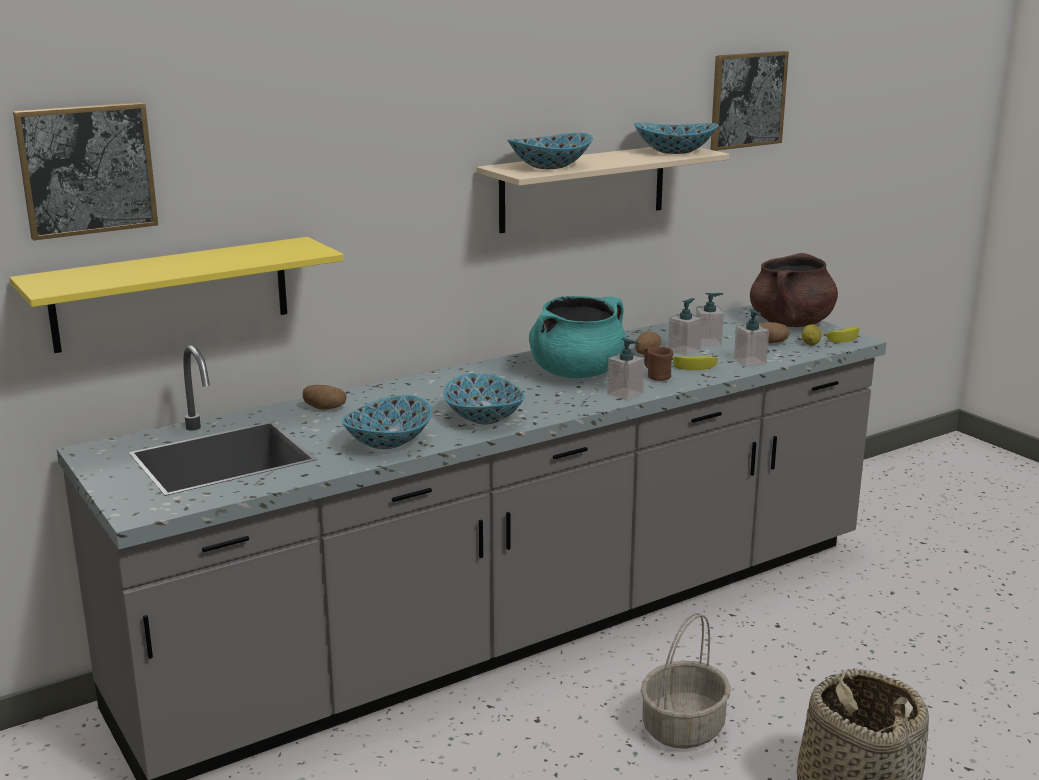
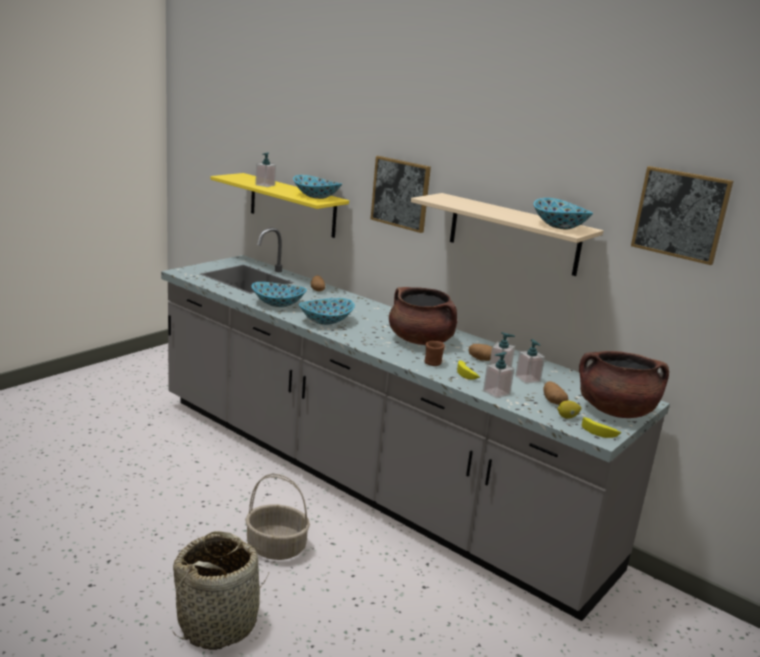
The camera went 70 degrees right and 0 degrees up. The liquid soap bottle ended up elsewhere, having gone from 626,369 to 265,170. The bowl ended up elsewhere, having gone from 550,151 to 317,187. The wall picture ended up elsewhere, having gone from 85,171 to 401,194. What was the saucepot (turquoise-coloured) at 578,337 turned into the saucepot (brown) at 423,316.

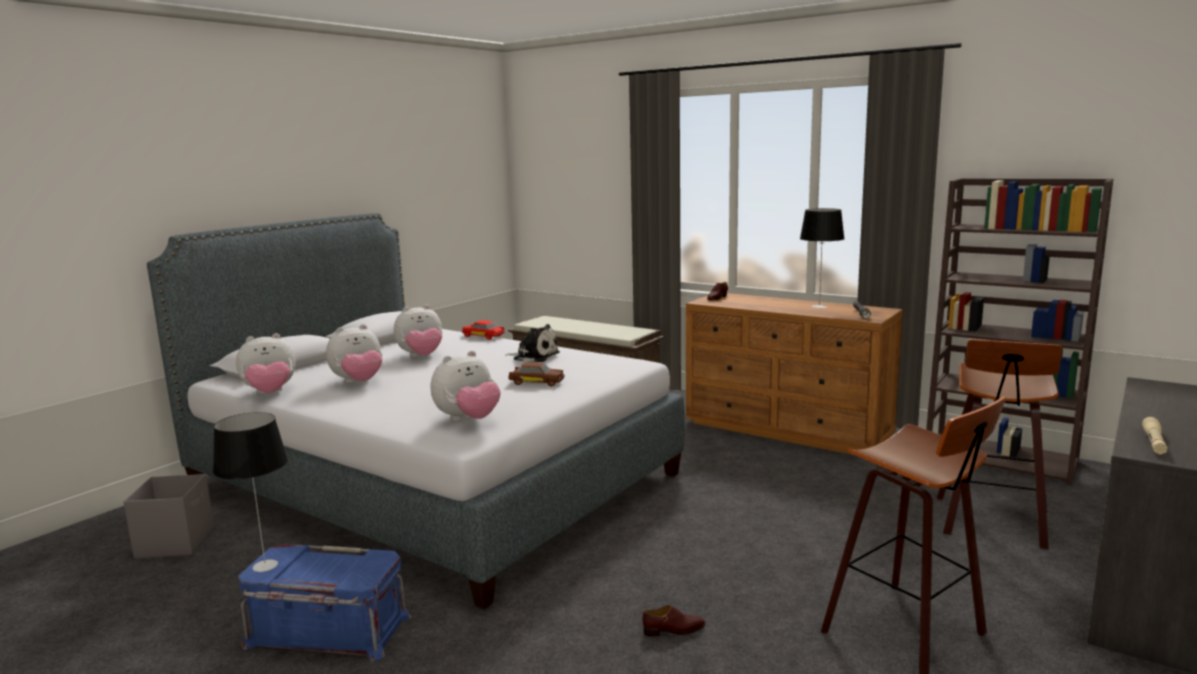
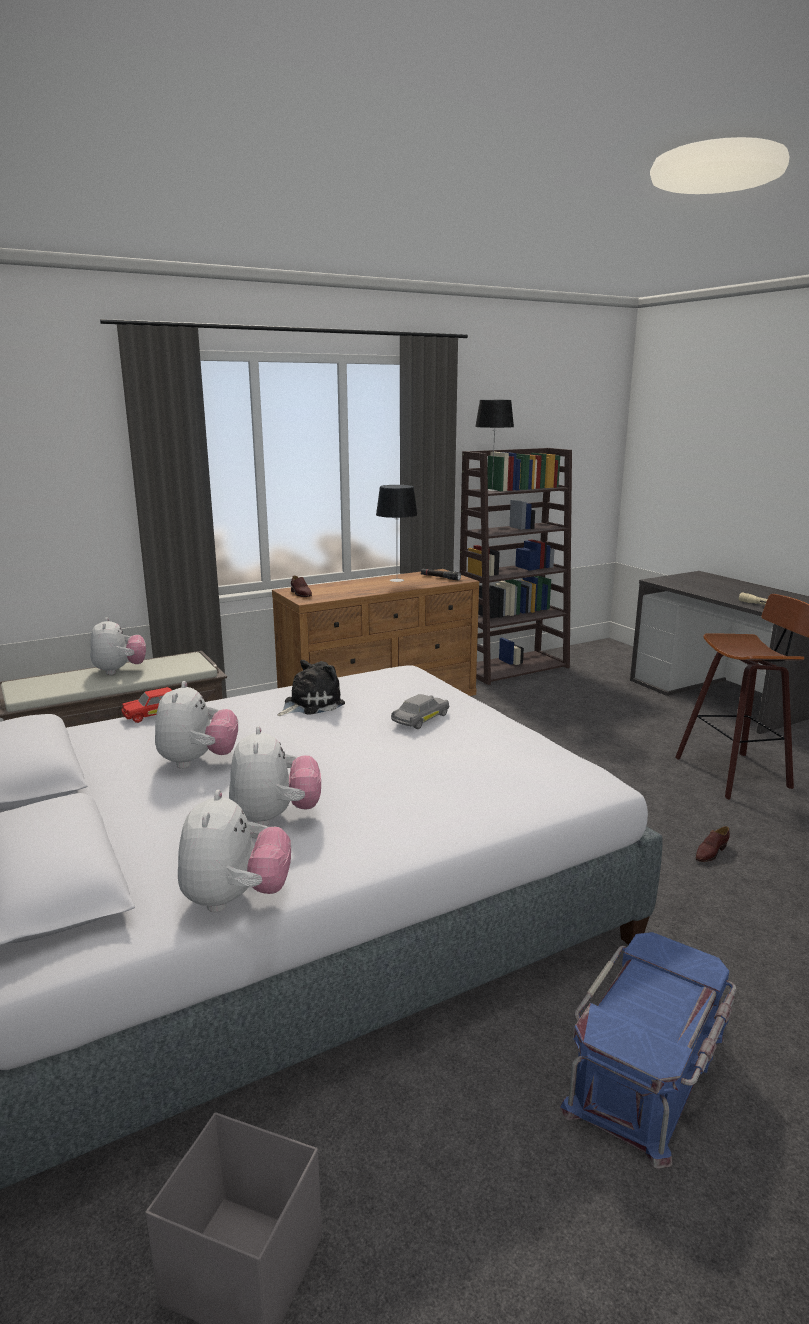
The camera went 65 degrees left and 5 degrees up. The plush toy ended up elsewhere, having gone from 465,386 to 118,646. What was the toy car (brown) at 536,374 turned into the toy car (gray) at 420,711. The lamp for a table ended up elsewhere, having gone from 250,492 to 494,445. The item of footwear (brown) at 674,621 ended up facing another way, 150 degrees counterclockwise from before. The second view lost the stool seat at 999,444.

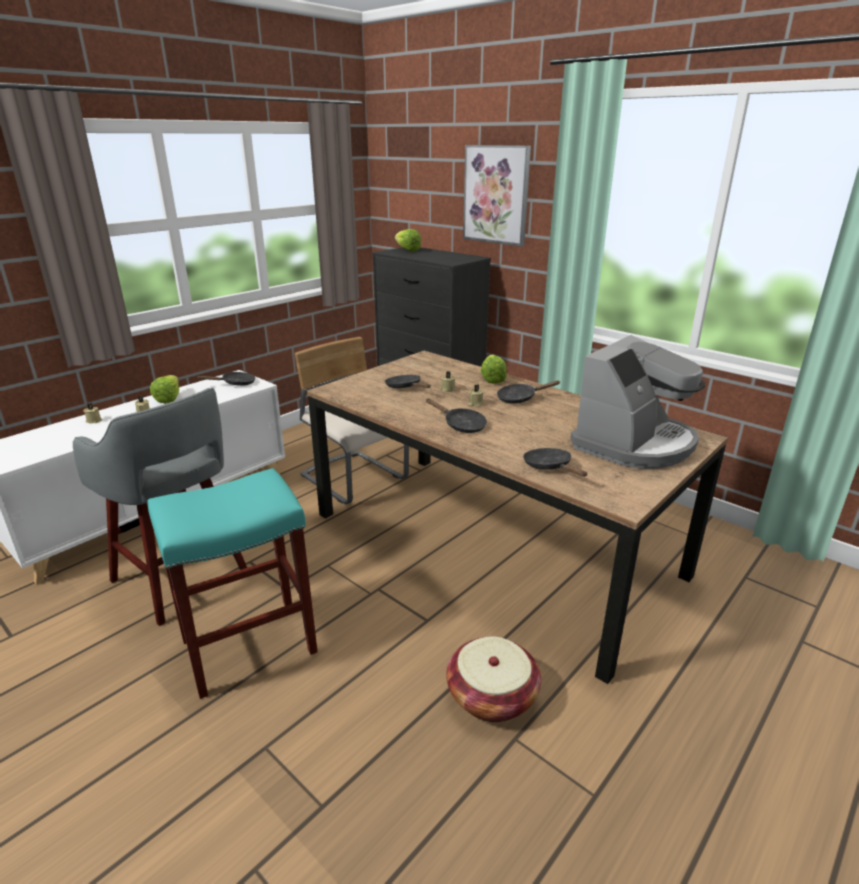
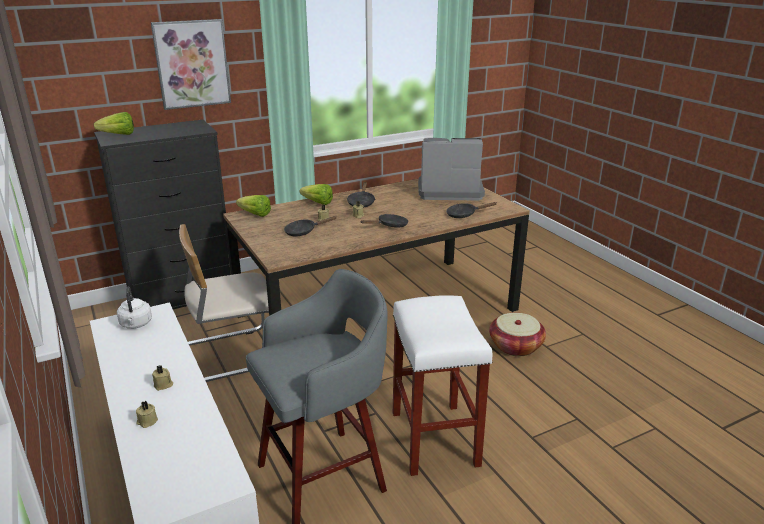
The camera went 70 degrees left and 0 degrees up. Where the skillet (black-coloured) stood at 227,379, the tea kettle (white) came to stand at 134,308. The lettuce ended up elsewhere, having gone from 164,389 to 253,206. What was the stool seat (turquoise-coloured) at 232,583 turned into the stool seat (white) at 442,385. The coffee machine at 637,402 ended up facing another way, 60 degrees counterclockwise from before.

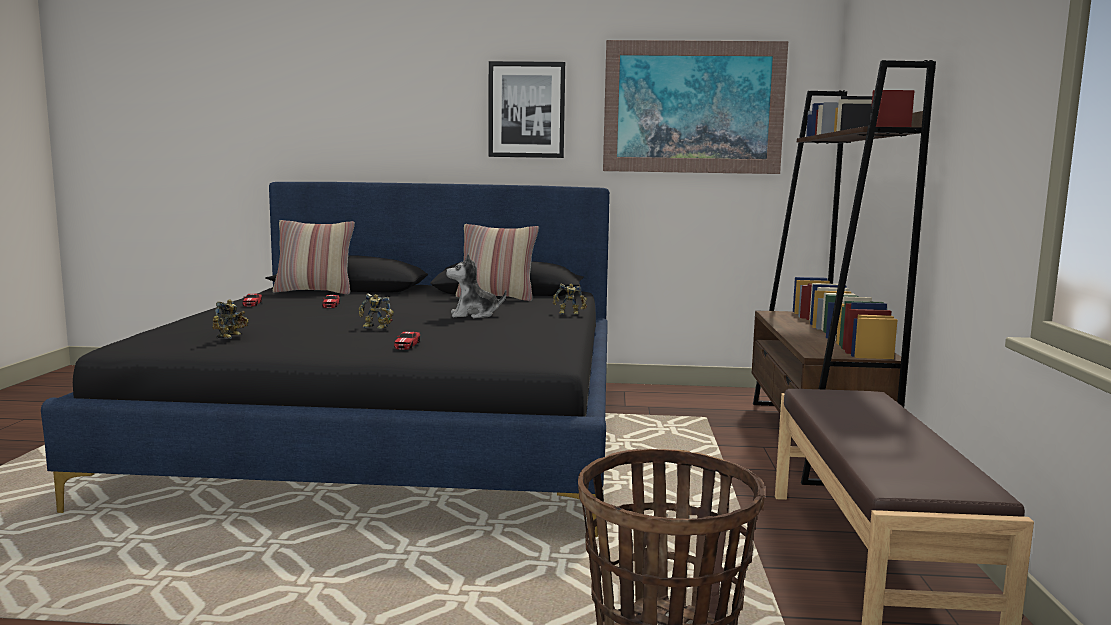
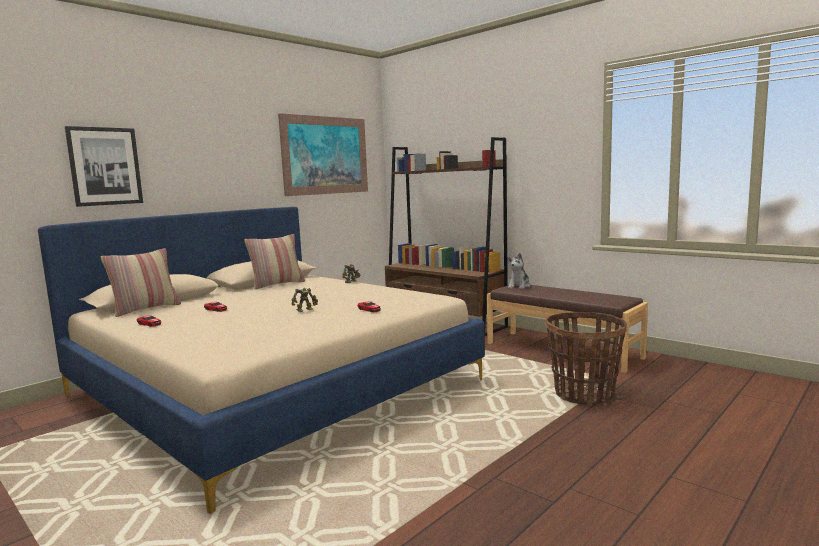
The camera went 50 degrees left and 0 degrees up. What was the bedroom bed (black-coloured) at 325,359 turned into the bedroom bed (beige-coloured) at 261,360. The wall picture ended up elsewhere, having gone from 526,109 to 104,166. The plush toy ended up elsewhere, having gone from 476,286 to 518,271. The second view lost the model robot at 230,319.

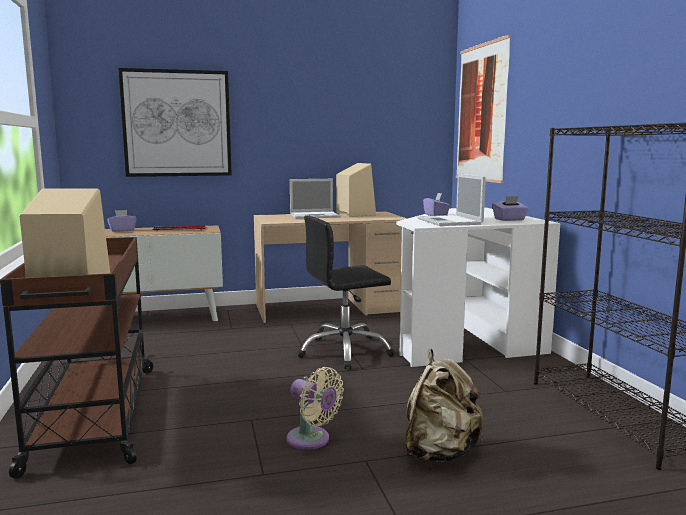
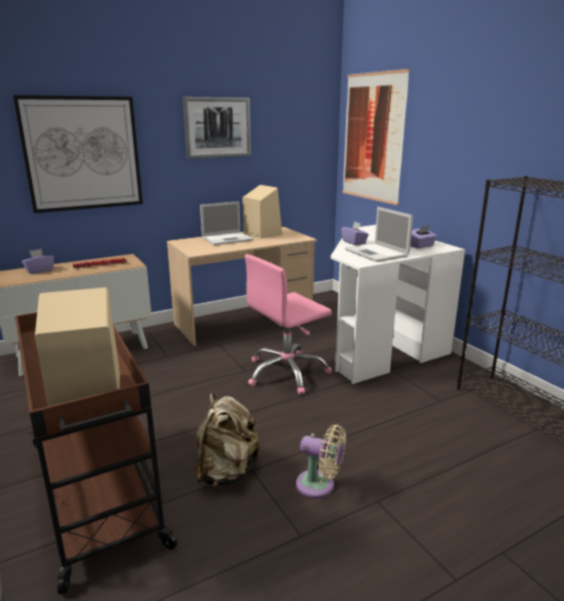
The camera went 15 degrees left and 10 degrees up. The second view gained the wall picture at 217,128. The knapsack (beige-coloured) ended up elsewhere, having gone from 444,405 to 228,440. What was the desk chair (black-coloured) at 346,292 turned into the desk chair (pink-coloured) at 288,324.

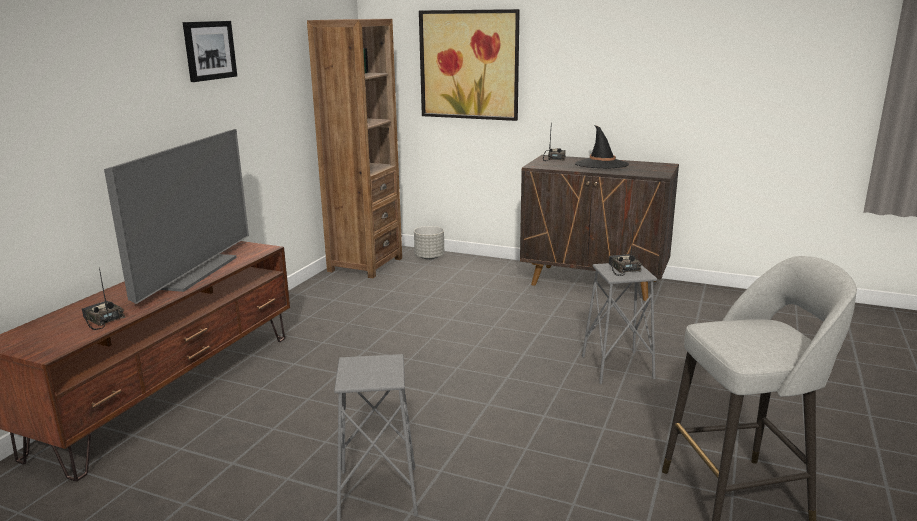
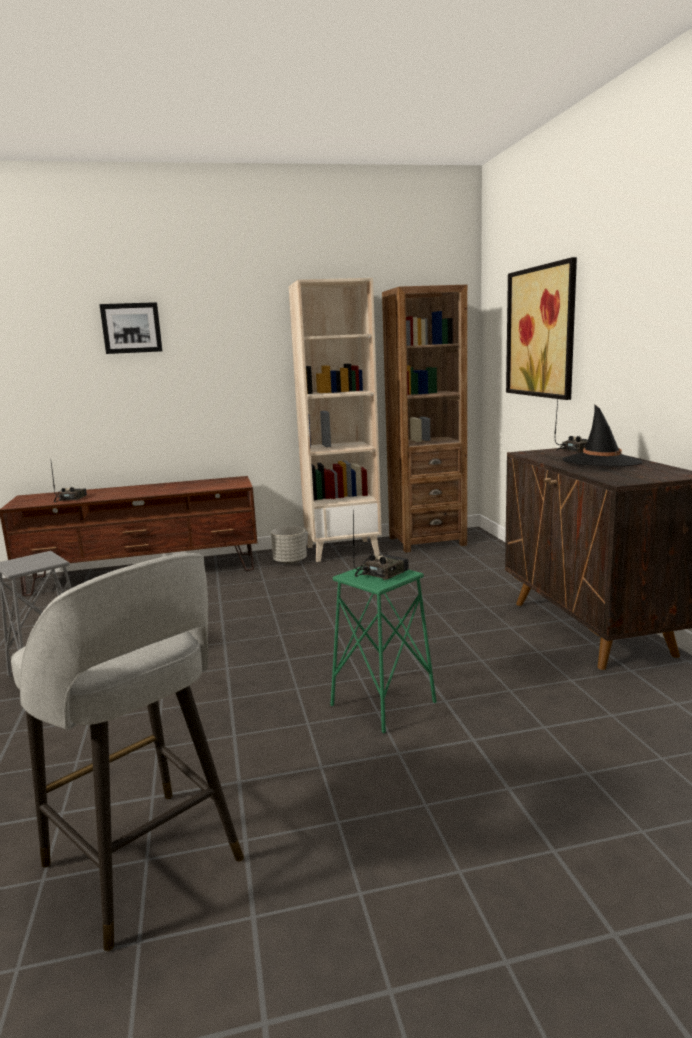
The camera went 55 degrees right and 5 degrees down. The wall picture ended up elsewhere, having gone from 210,51 to 131,328. The plant pot (gray) ended up elsewhere, having gone from 429,243 to 289,545. The second view gained the shelving unit (beige-coloured) at 335,420. What was the stool seat (gray) at 619,323 turned into the stool seat (green) at 384,650. The second view lost the television at 176,216.

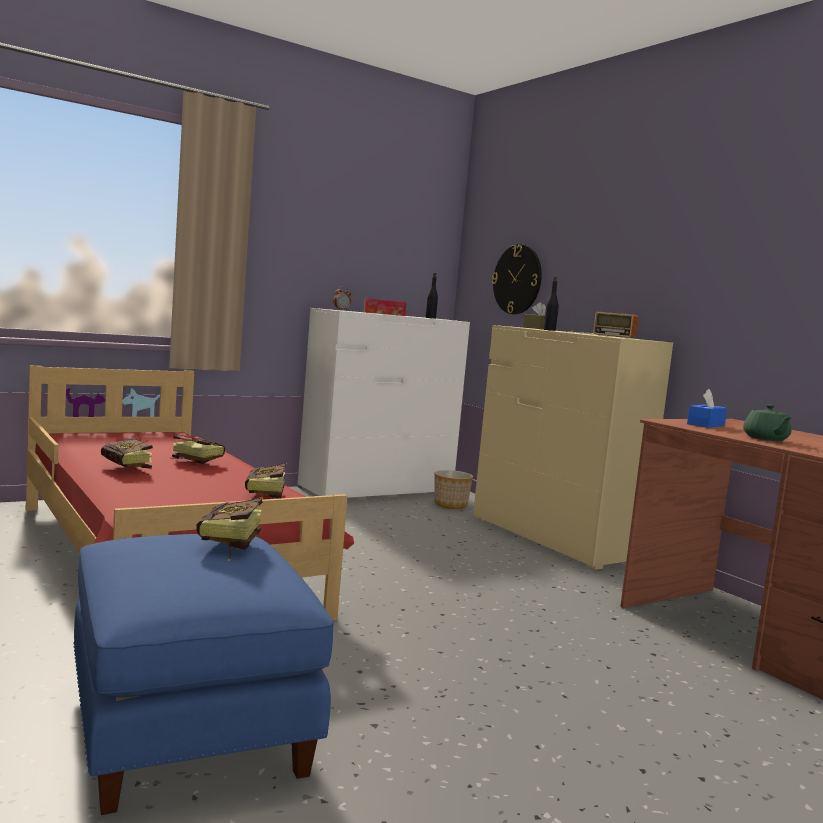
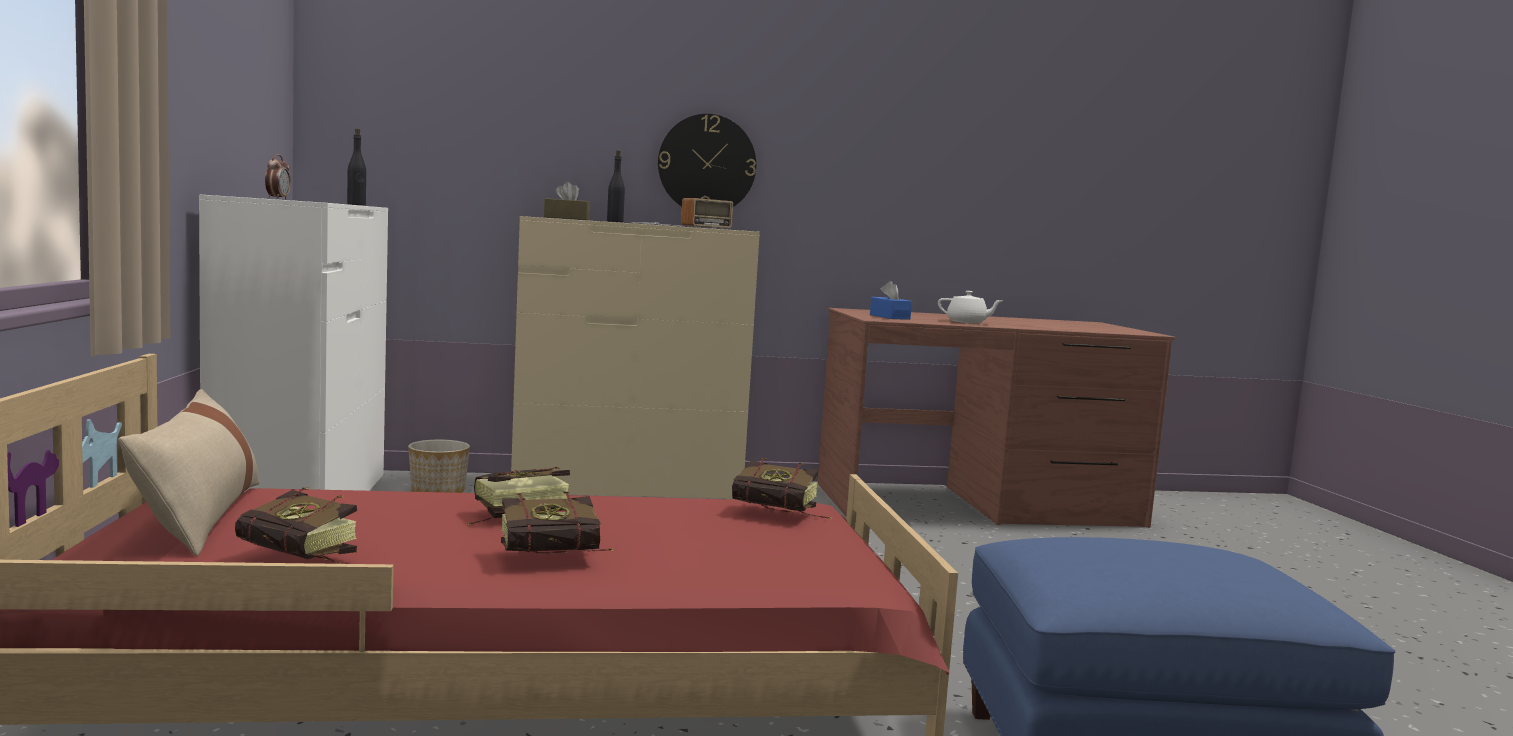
The camera went 65 degrees left and 0 degrees up. The second view gained the cushion (beige-coloured) at 189,472. The volume ended up elsewhere, having gone from 230,529 to 296,525. The clock on the wall ended up elsewhere, having gone from 517,279 to 707,160. What was the tea pot (green) at 767,423 turned into the tea pot (white) at 971,307. The second view lost the tissue box at 385,307.

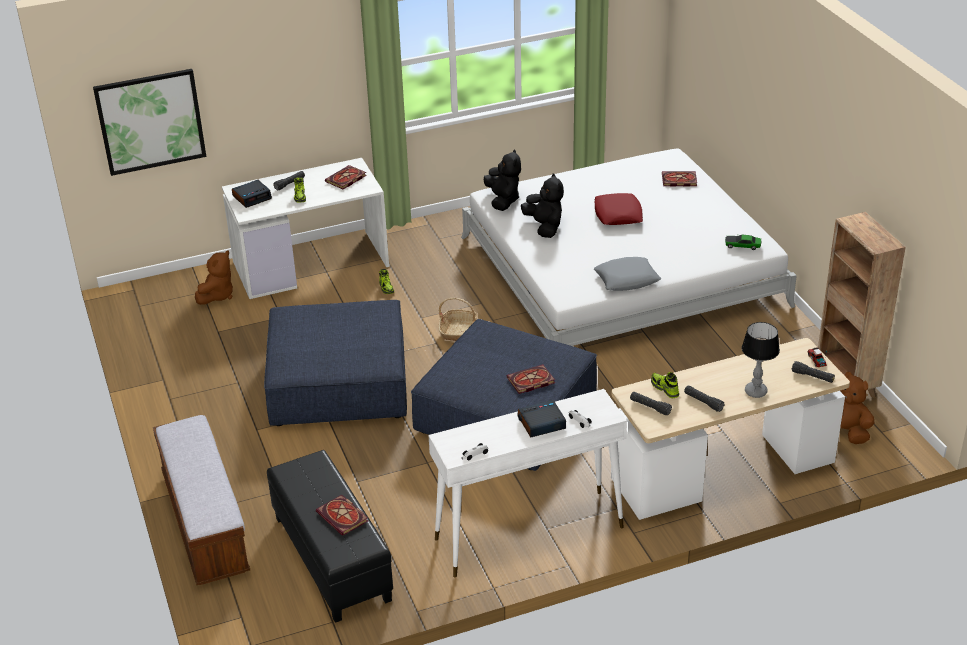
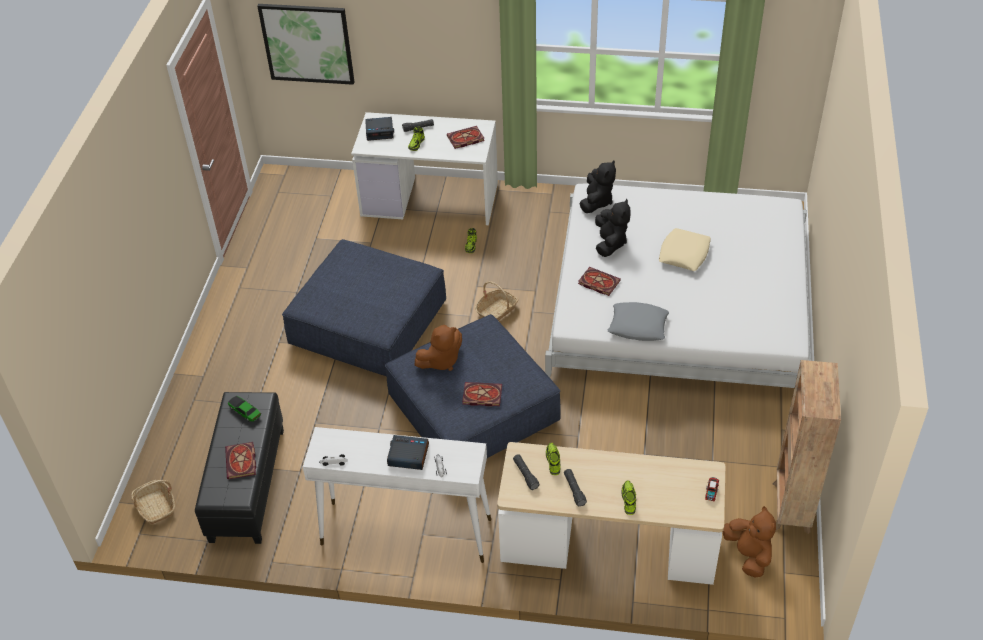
The camera went 30 degrees right and 10 degrees up. The second view gained the storage basket at 153,502. The toy car ended up elsewhere, having gone from 743,242 to 244,409. The plush toy (brown) ended up elsewhere, having gone from 214,277 to 438,348. The volume ended up elsewhere, having gone from 679,179 to 599,281. Where the lamp for a table stood at 761,360, the item of footwear came to stand at 628,498. What was the cushion (red) at 619,209 turned into the cushion (beige-coloured) at 685,249. The second view lost the bench at 201,500. The second view lost the torch (black-coloured) at 813,372.

